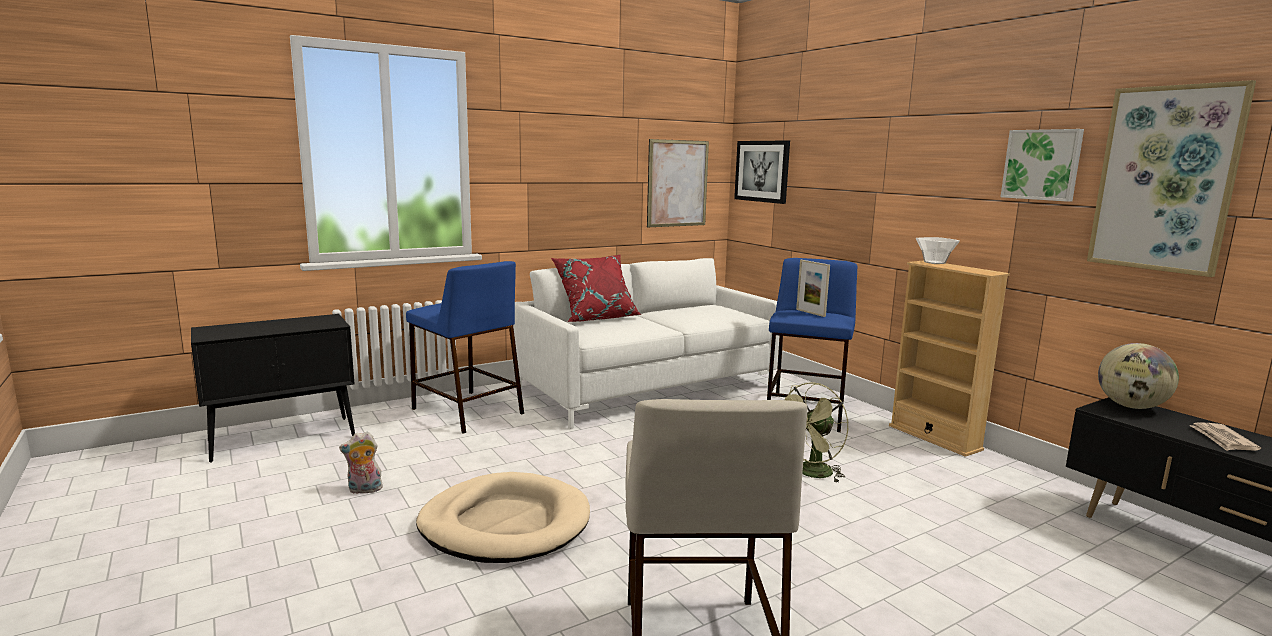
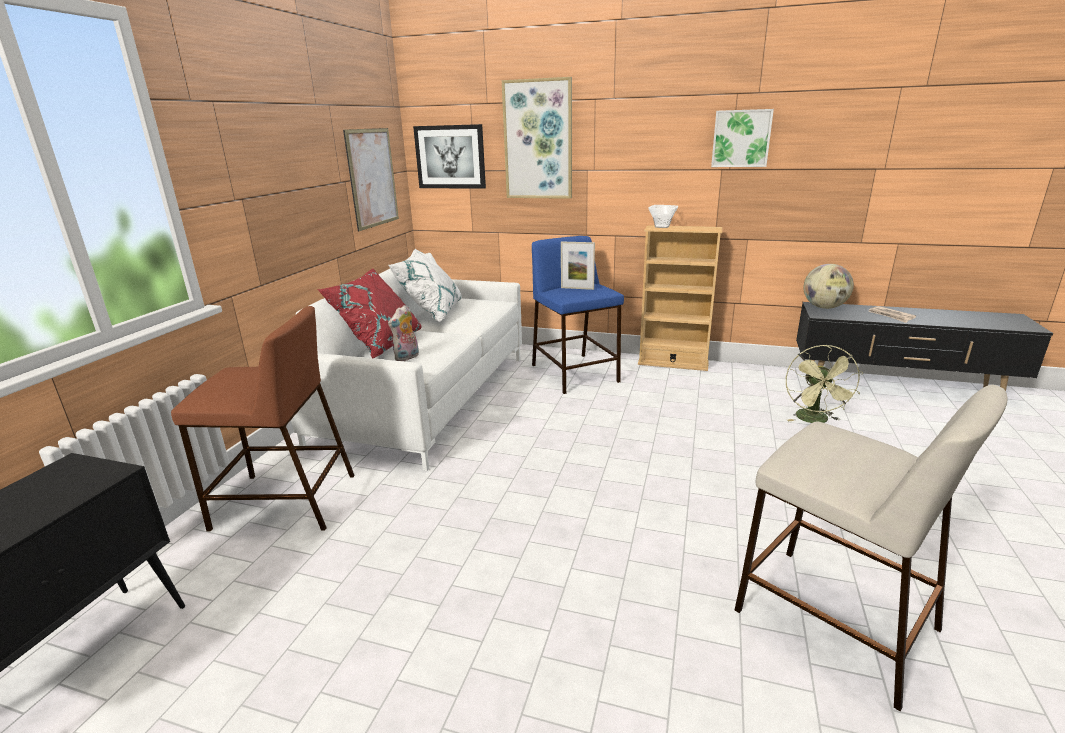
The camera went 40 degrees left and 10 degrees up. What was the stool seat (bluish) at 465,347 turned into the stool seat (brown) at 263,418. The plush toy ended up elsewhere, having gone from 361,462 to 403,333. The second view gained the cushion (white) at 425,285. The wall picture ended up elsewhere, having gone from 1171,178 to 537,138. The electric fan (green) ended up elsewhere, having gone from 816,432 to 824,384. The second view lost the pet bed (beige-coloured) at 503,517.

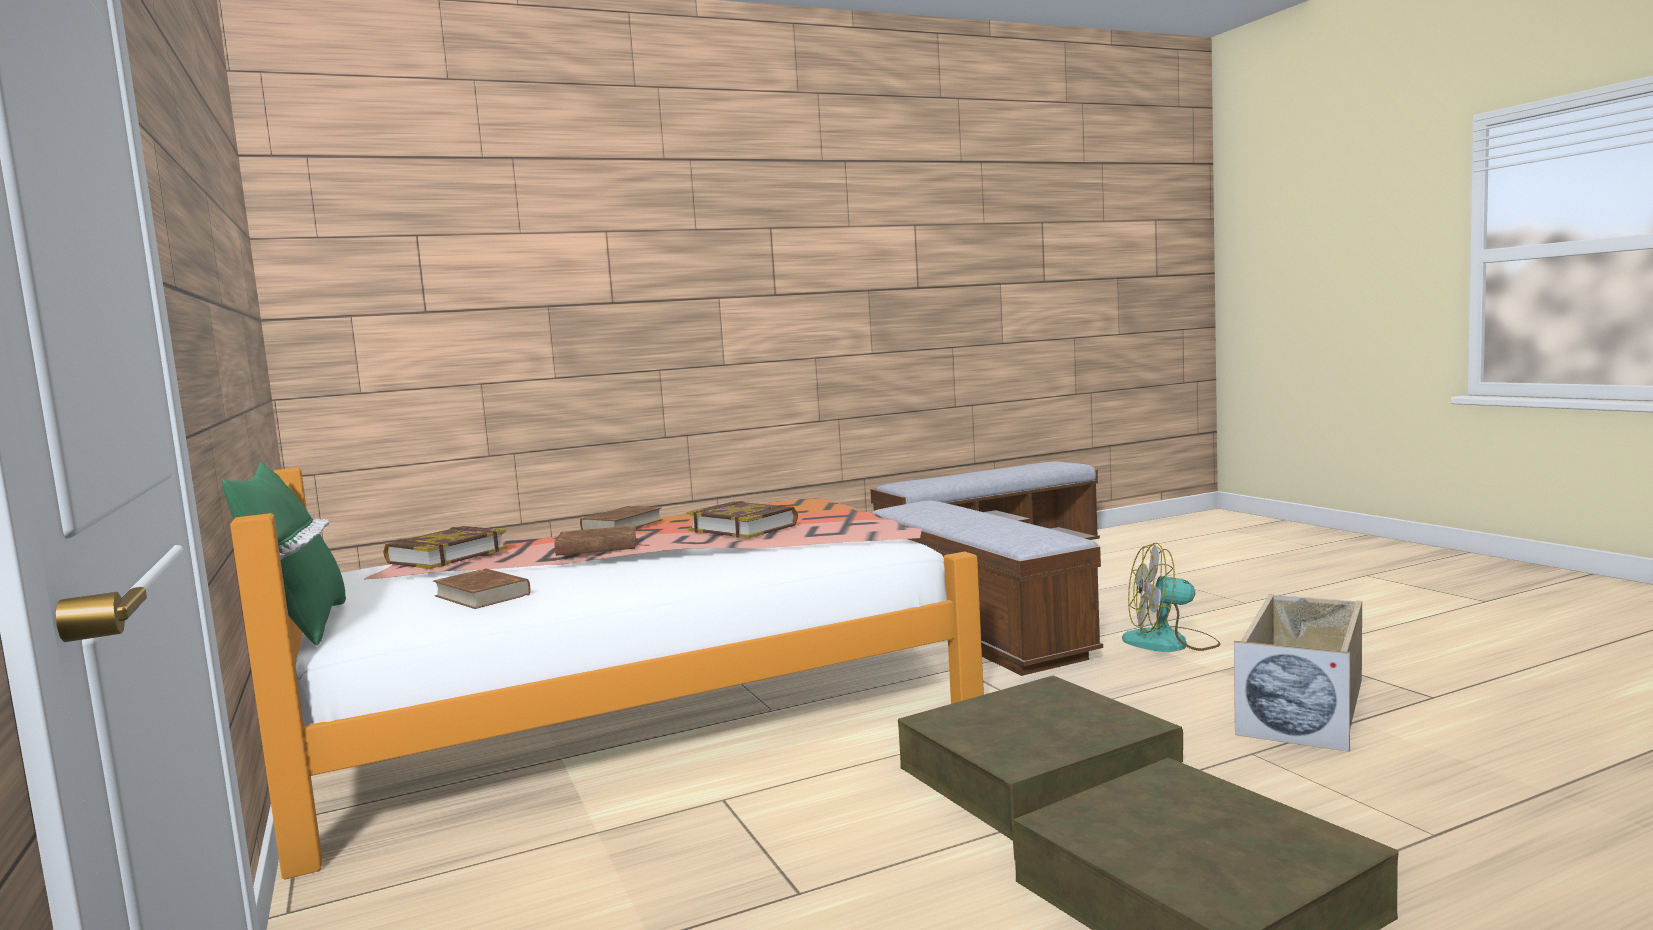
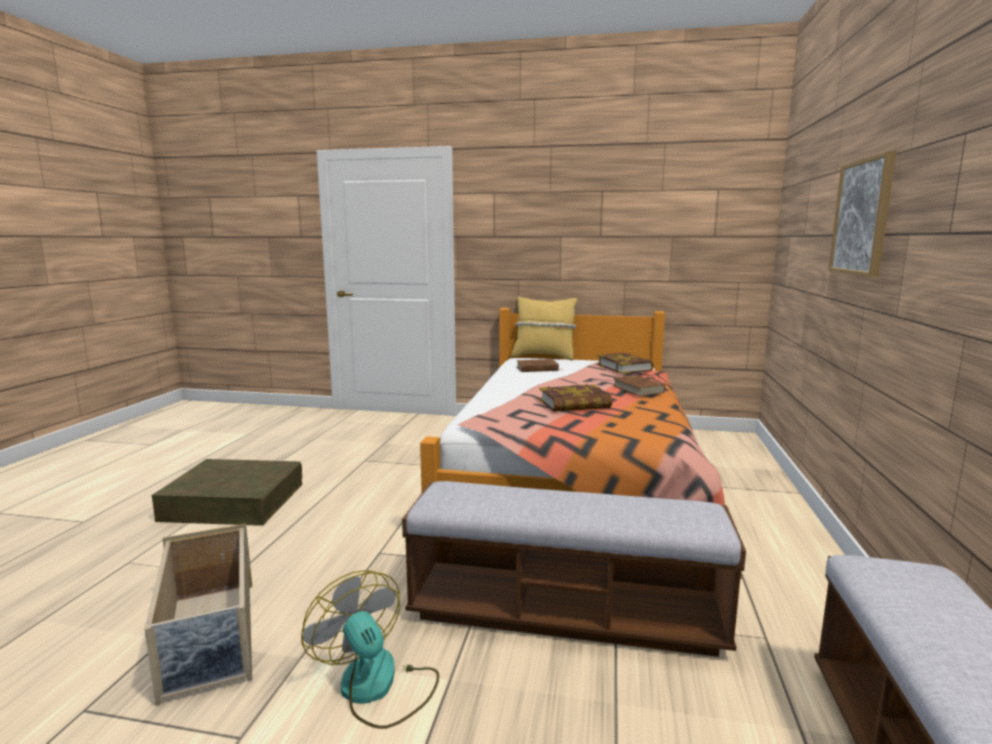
The camera went 125 degrees right and 5 degrees up. The electric fan at 1171,597 ended up facing another way, 75 degrees counterclockwise from before. What was the cushion (green) at 284,553 turned into the cushion (yellow-coloured) at 544,328. The second view gained the wall picture at 862,214. The second view lost the volume (brown) at 602,540. The second view lost the storage bin (brown) at 1040,758.

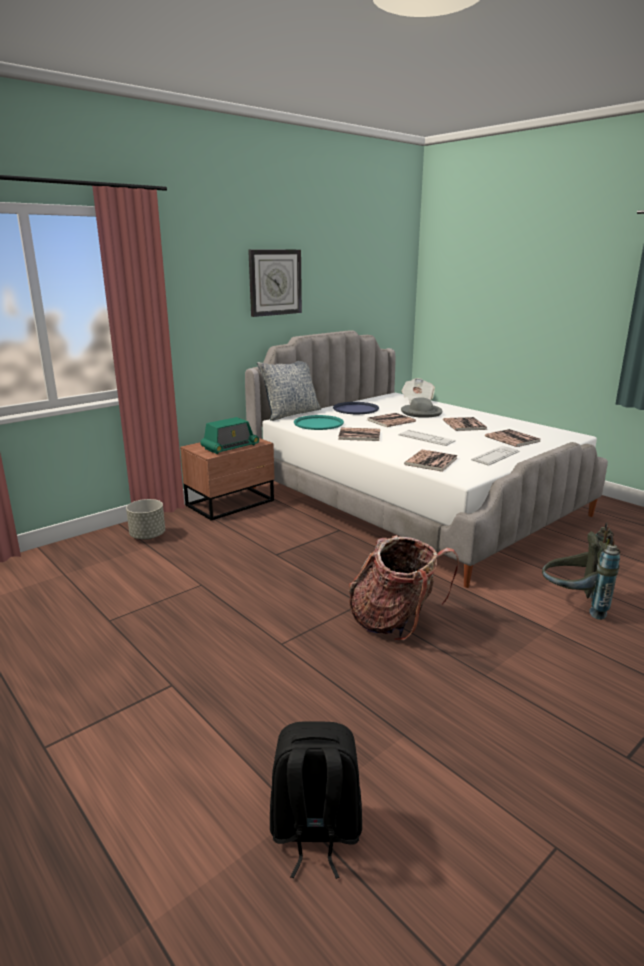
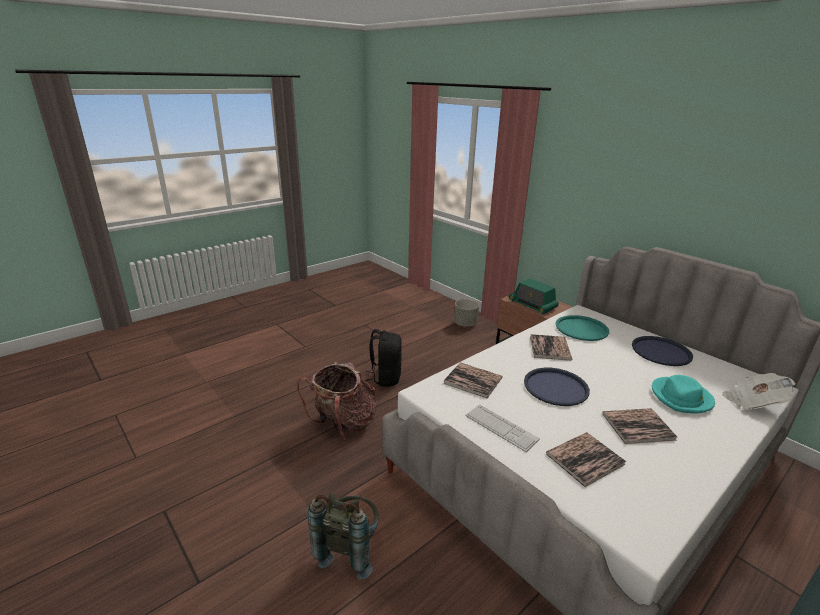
The camera went 90 degrees right and 5 degrees up. The knapsack (black-coloured) ended up elsewhere, having gone from 316,800 to 383,357. Where the computer keyboard stood at 427,438, the serving tray (bluish) came to stand at 557,387. What was the wearable hat (gray) at 421,407 turned into the wearable hat (turquoise-coloured) at 683,394. The second view lost the clock on the wall at 275,283. The second view lost the cushion at 289,391. The second view lost the volume at 391,420.

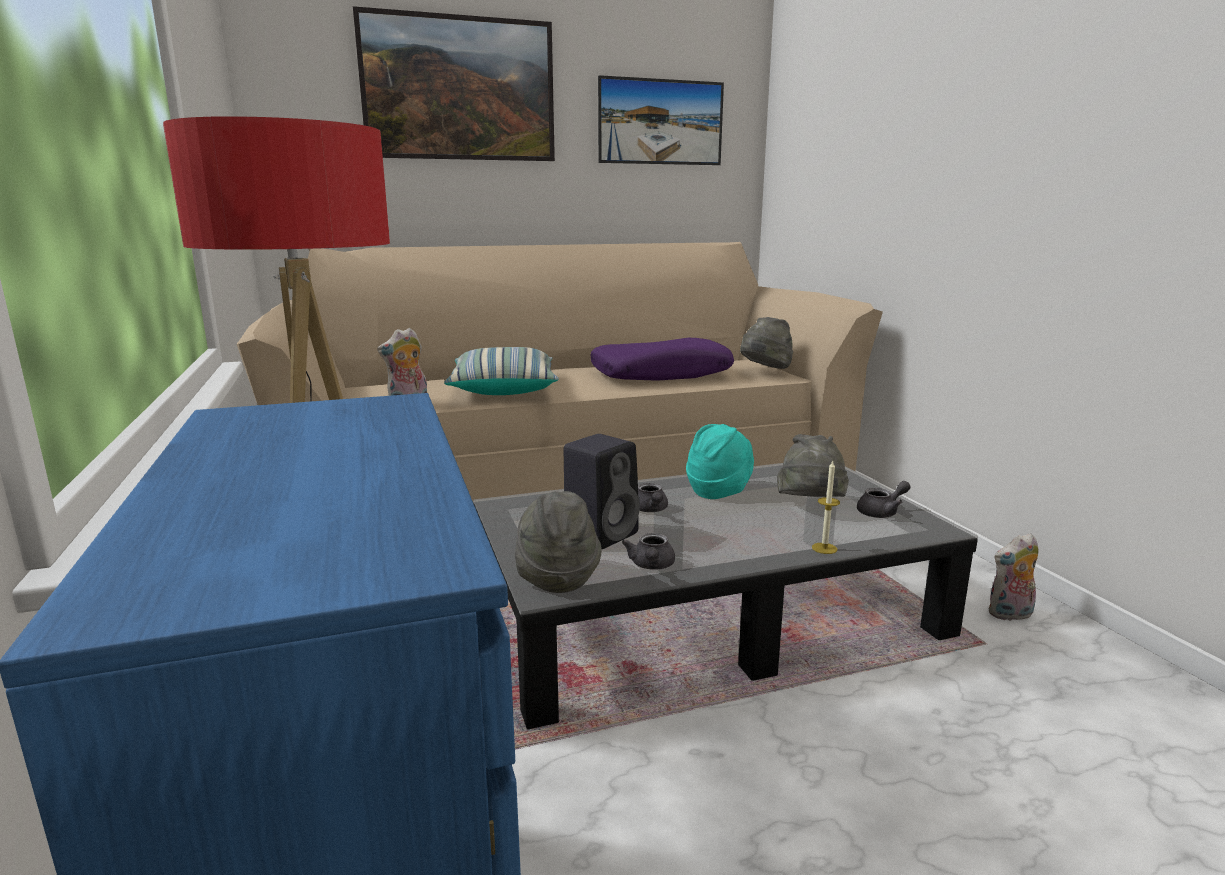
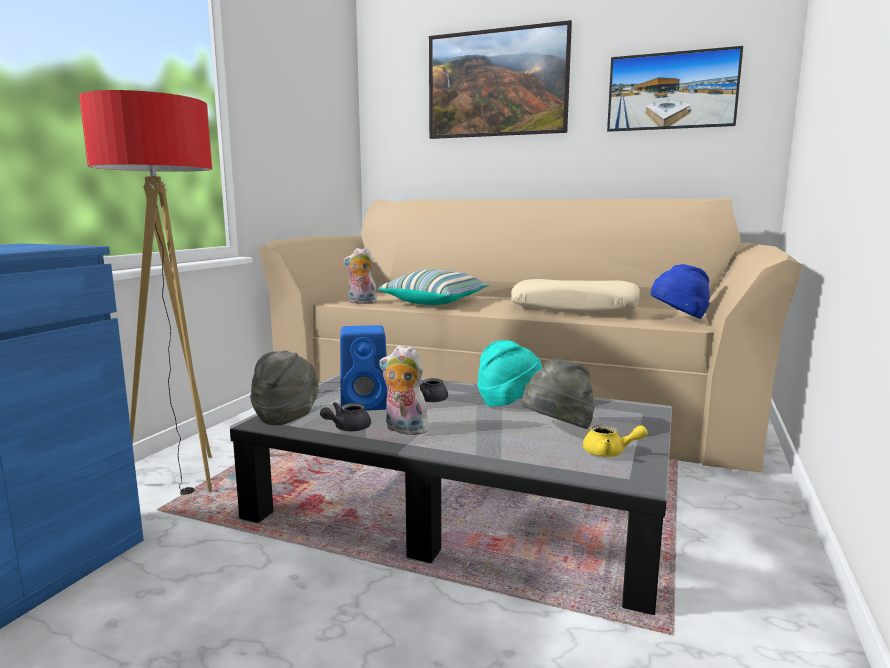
The camera went 40 degrees right and 5 degrees down. What was the loudspeaker (black-coloured) at 602,491 turned into the loudspeaker (bluish) at 363,368. The plush toy ended up elsewhere, having gone from 1013,577 to 405,390. What was the cushion (purplish) at 662,359 turned into the cushion (beige-coloured) at 575,296. What was the tea pot (gray) at 884,499 turned into the tea pot (yellow-coloured) at 615,441. What was the wearable hat (gray) at 766,343 turned into the wearable hat (bluish) at 680,291. The second view lost the candle at 826,507.

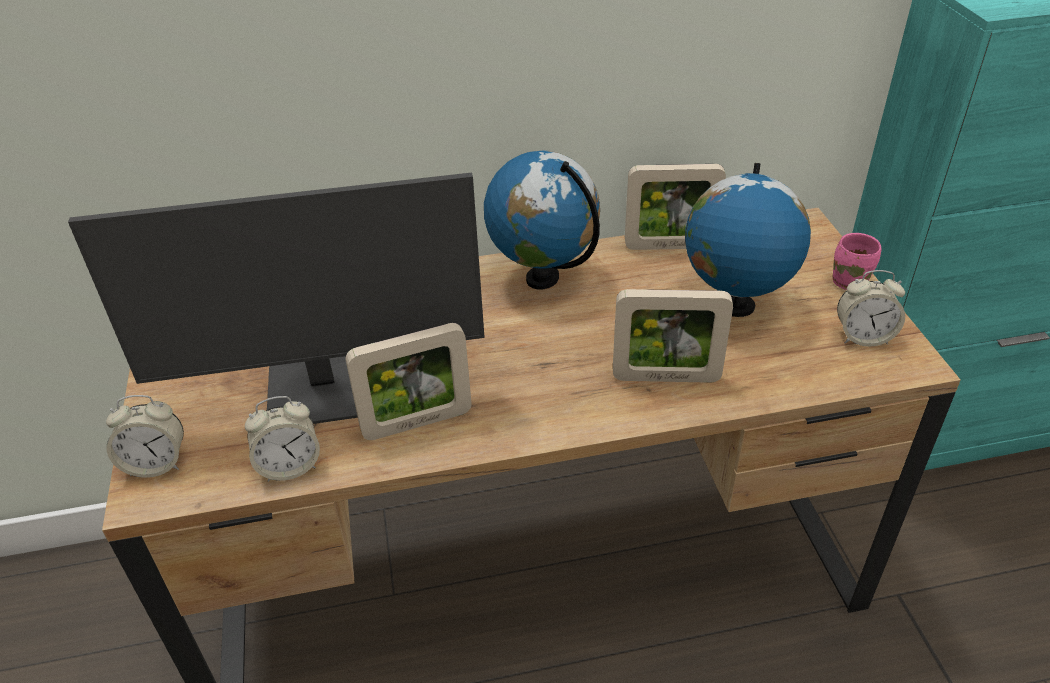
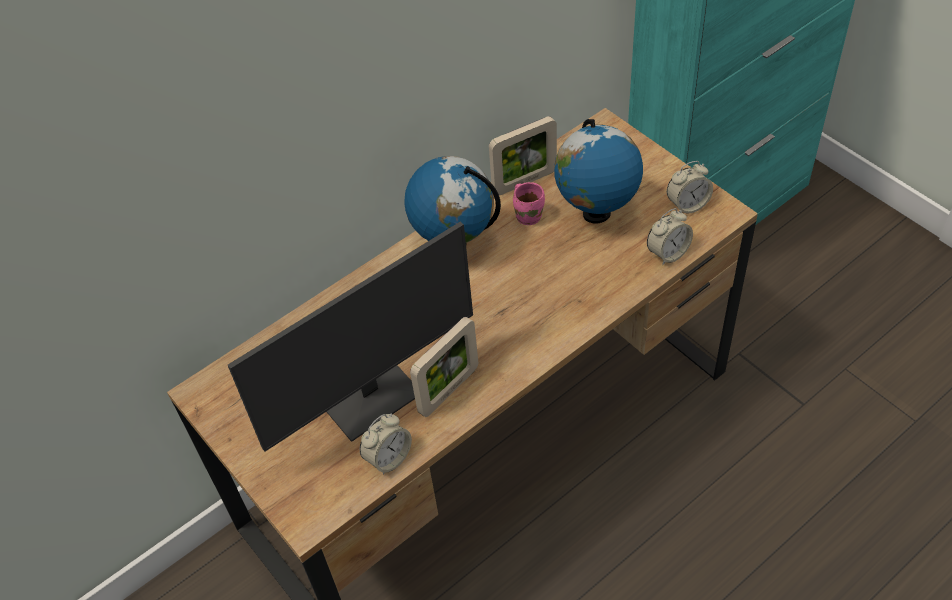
The camera went 25 degrees left and 10 degrees up. The mug (pink-coloured) ended up elsewhere, having gone from 856,261 to 529,203. The bedside clock ended up elsewhere, having gone from 145,436 to 670,236. The second view lost the standing frame at 673,336.

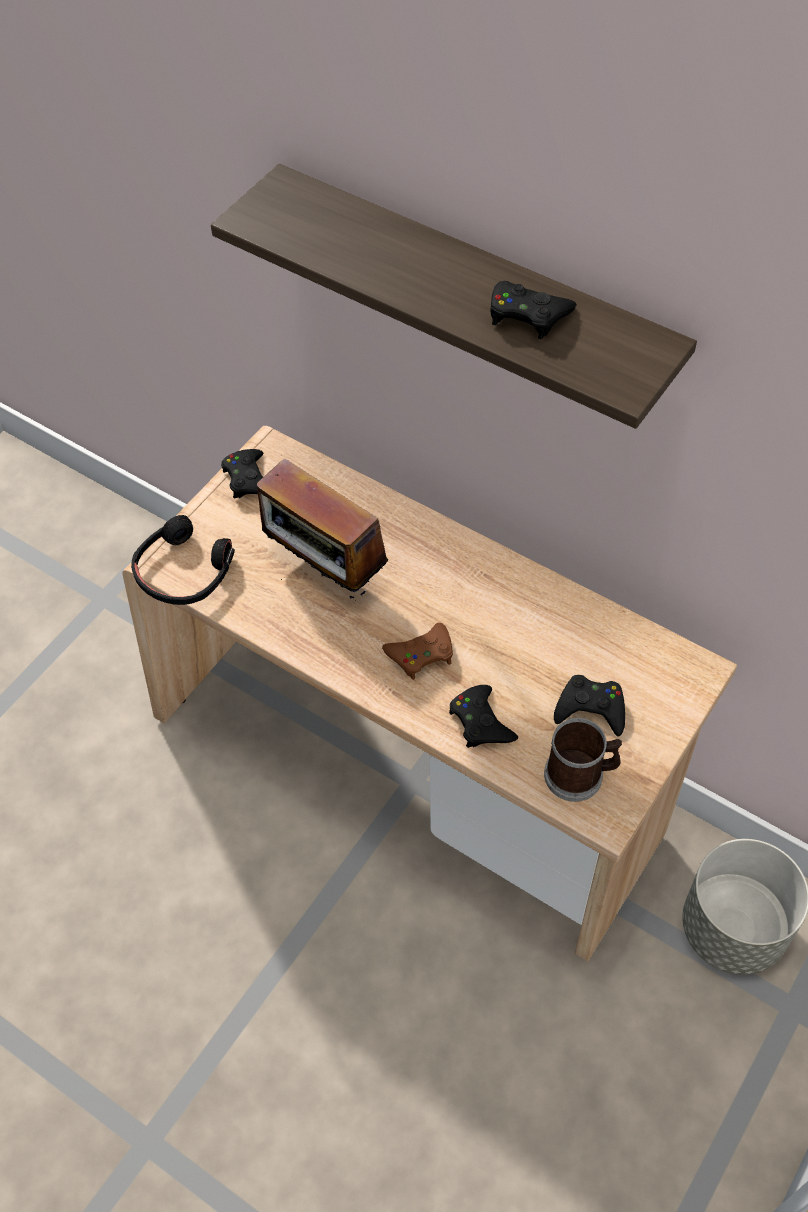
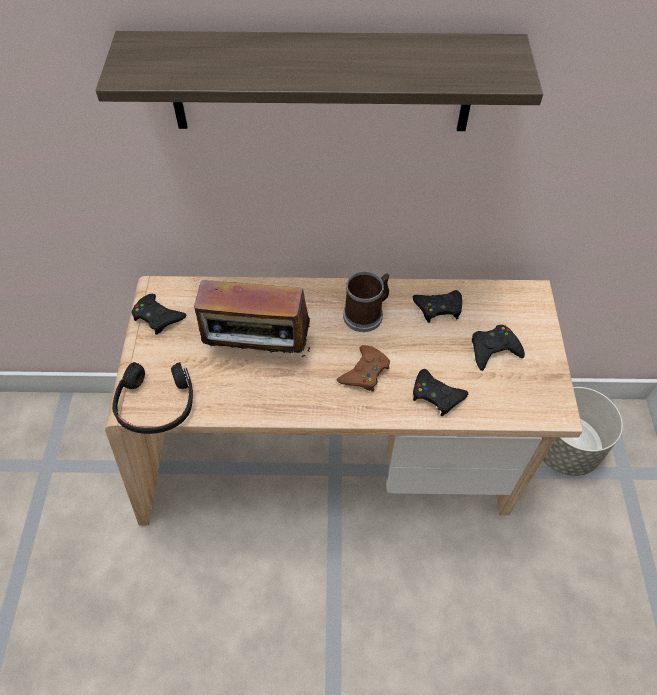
The camera went 35 degrees left and 0 degrees up. The mug ended up elsewhere, having gone from 583,760 to 366,301. The gamepad (black-coloured) ended up elsewhere, having gone from 533,310 to 437,306.

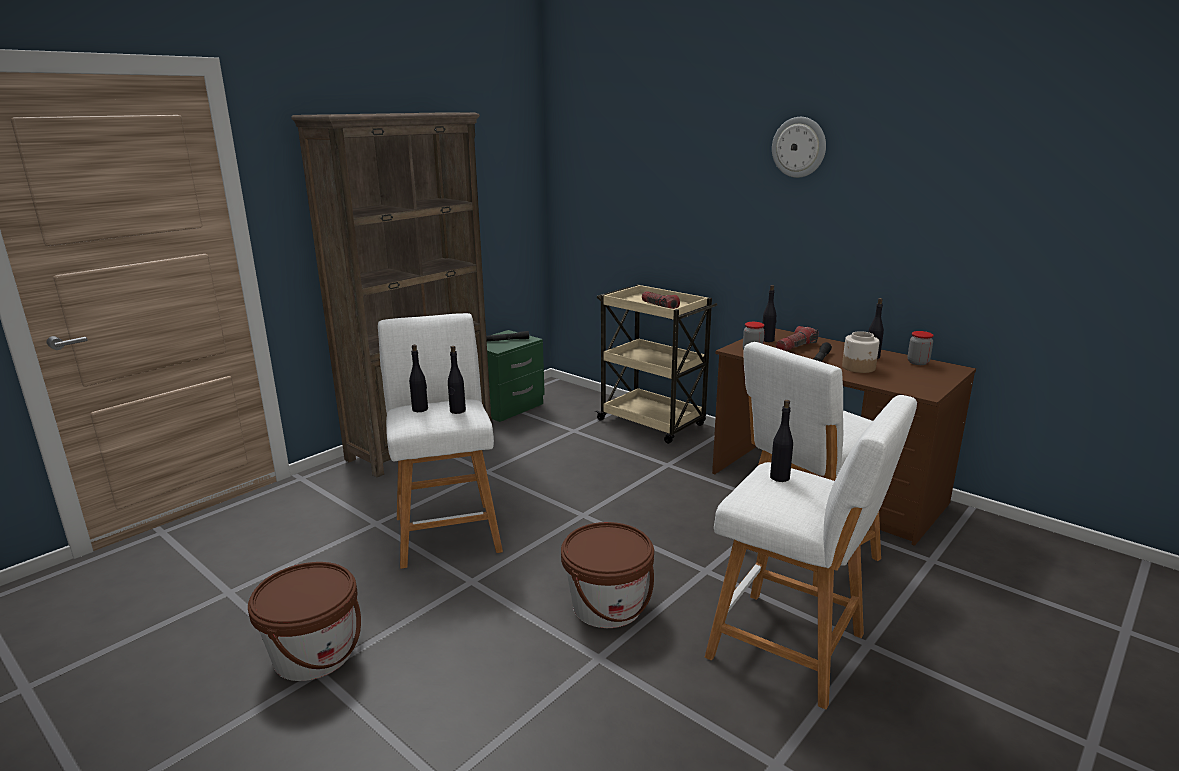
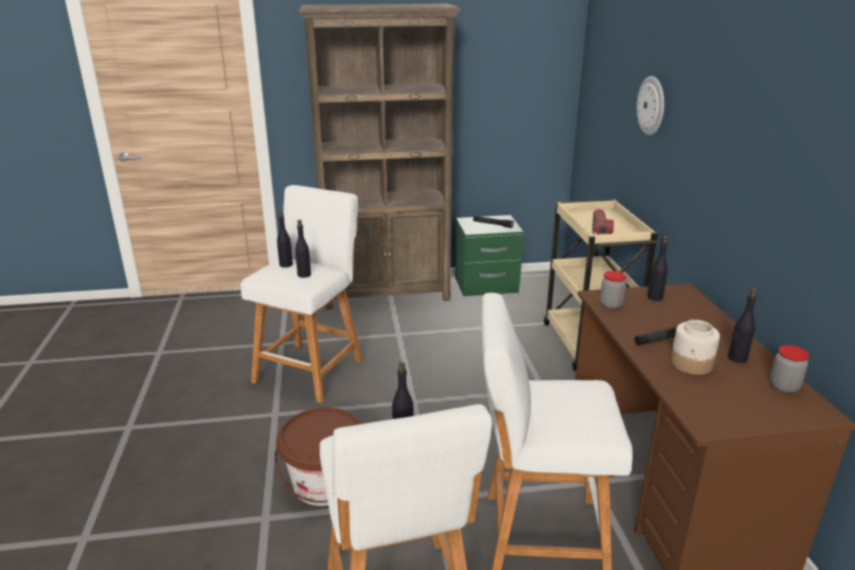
The camera went 40 degrees right and 5 degrees up. The clock on the wall ended up elsewhere, having gone from 799,147 to 650,105. The second view lost the pail (brown) at 304,621. The second view lost the torch at 797,338.

